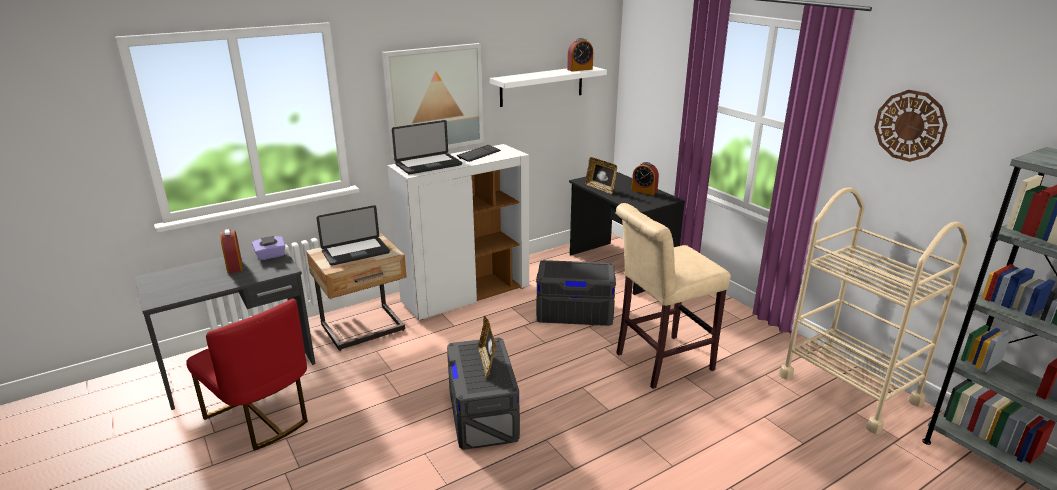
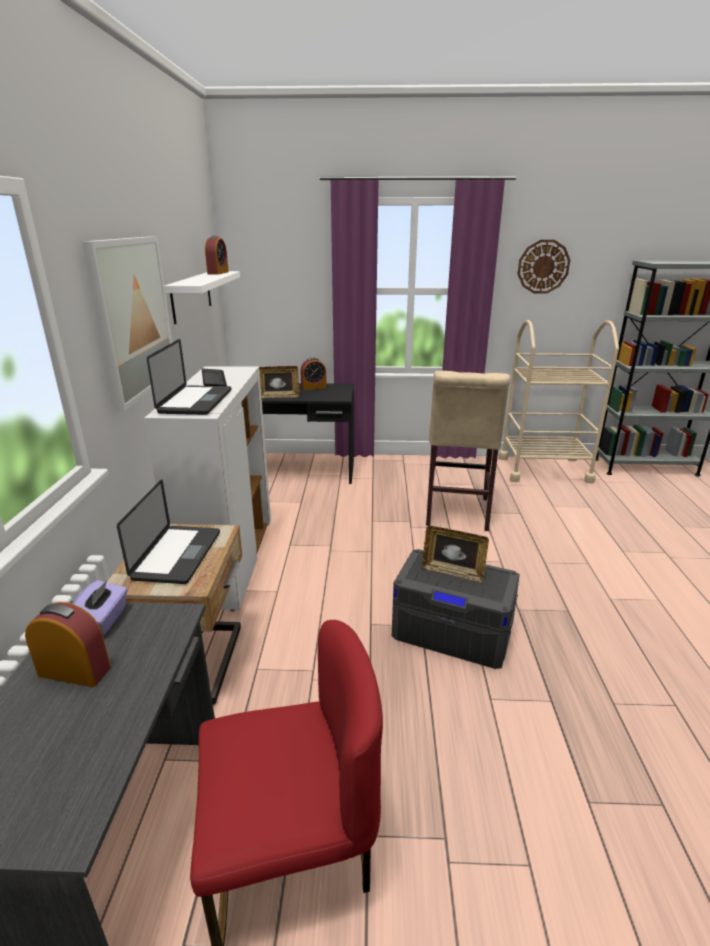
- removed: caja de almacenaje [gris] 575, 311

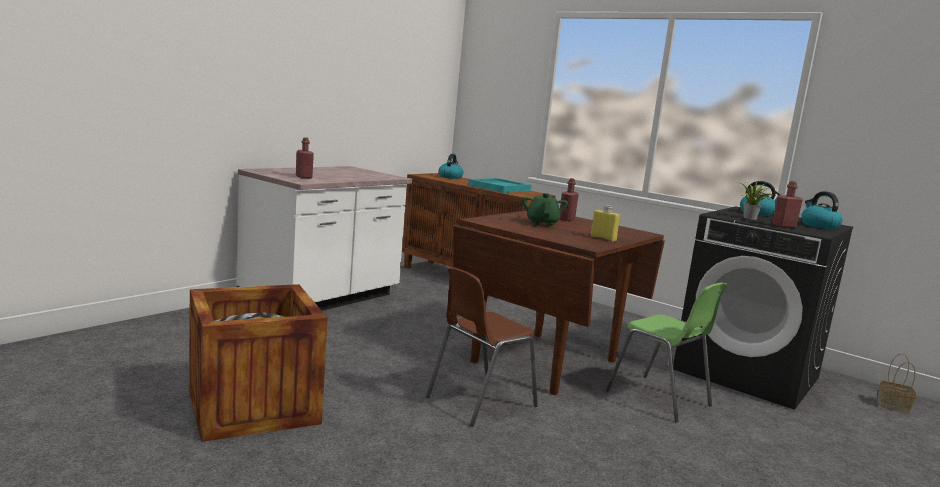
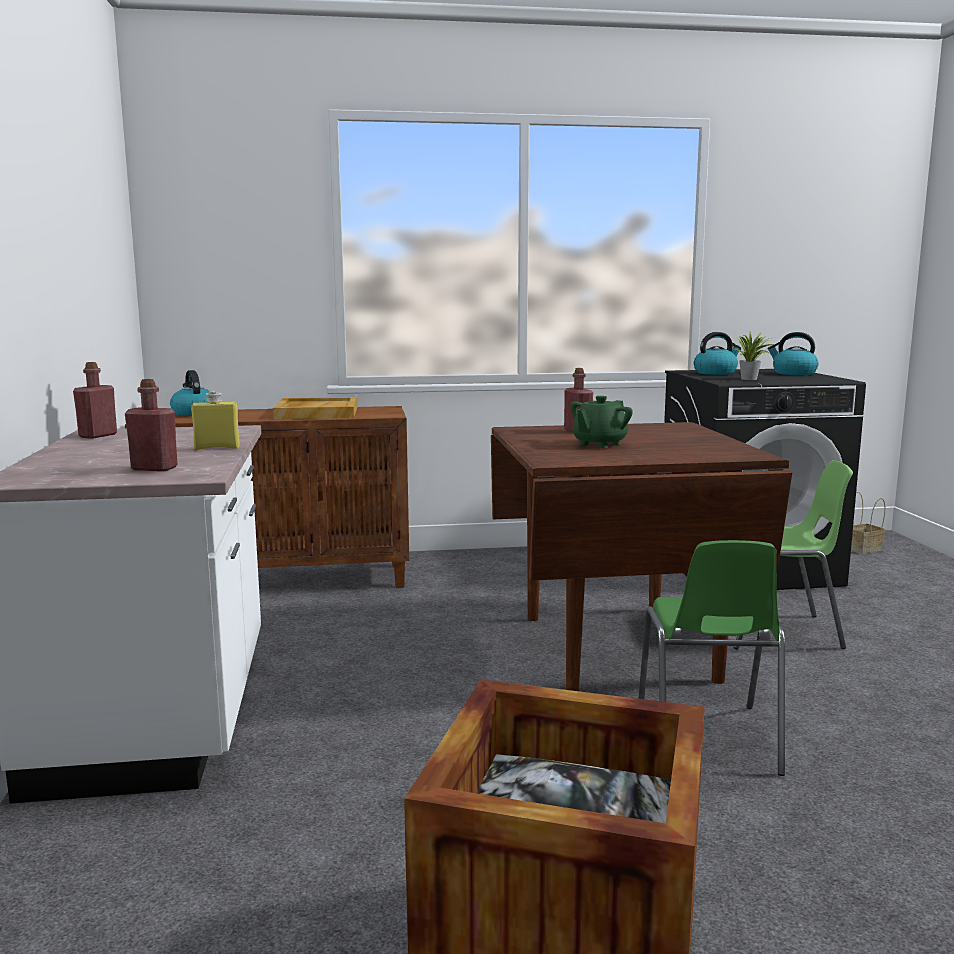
- moved: botella [rojo] 784, 226 to 98, 435
- moved: botella [amarillo] 603, 238 to 217, 448
- recoloured: bandeja [turquesa] 499, 188 to bandeja [beis] 316, 412
- turned: tetera [verde] 542, 223 = 599, 444 90 degrees counterclockwise
- recoloured: silla [marrón] 479, 401 to silla [verde] 707, 739

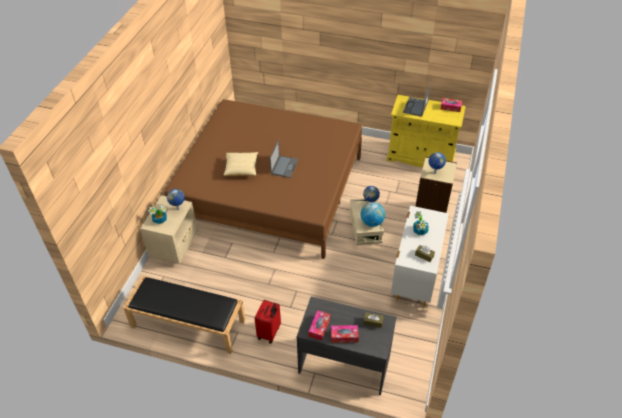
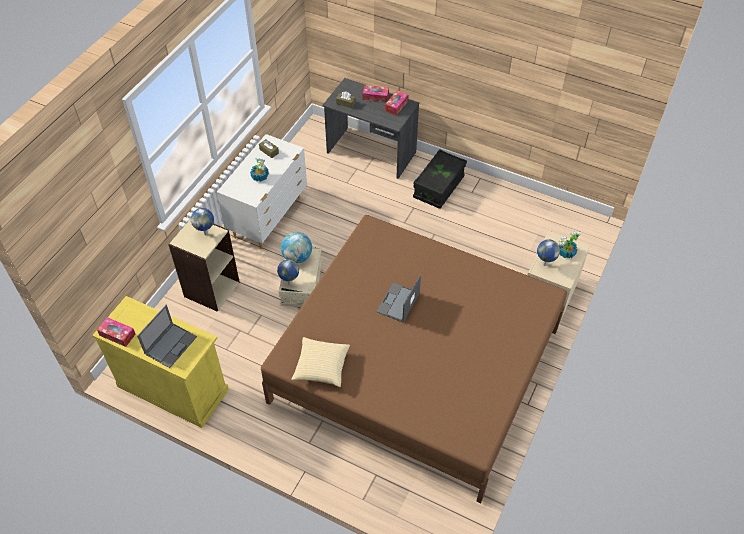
- moved: cojín 241, 169 to 321, 367
- replaced: maleta [rojo] 269, 333 to caja de almacenaje [negro] 438, 187
- removed: banco [negro] 187, 323

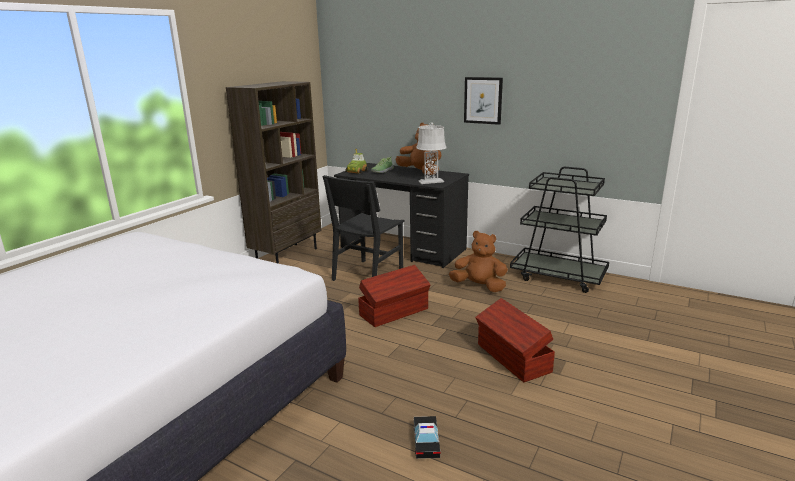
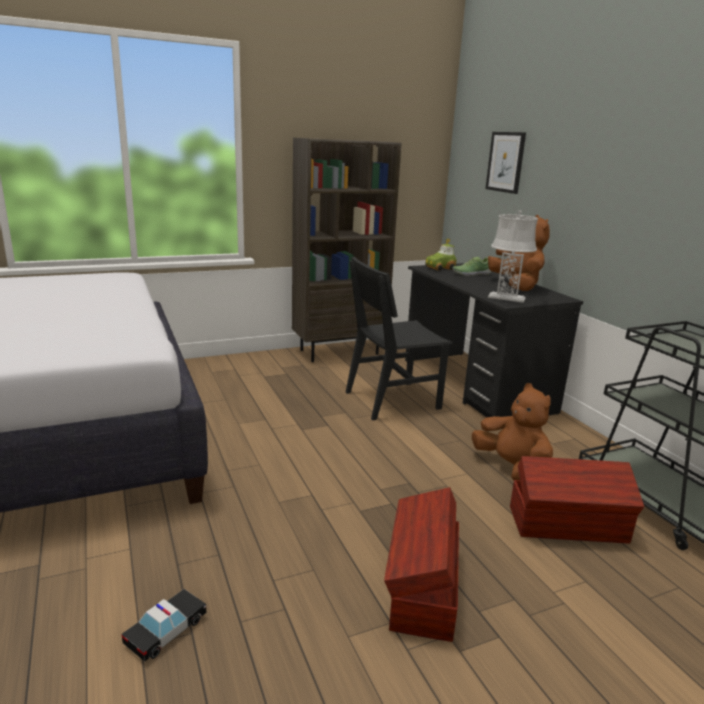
- moved: cuadro 483, 100 to 505, 162
- moved: caja de almacenaje [marrón] 395, 312 to 569, 525

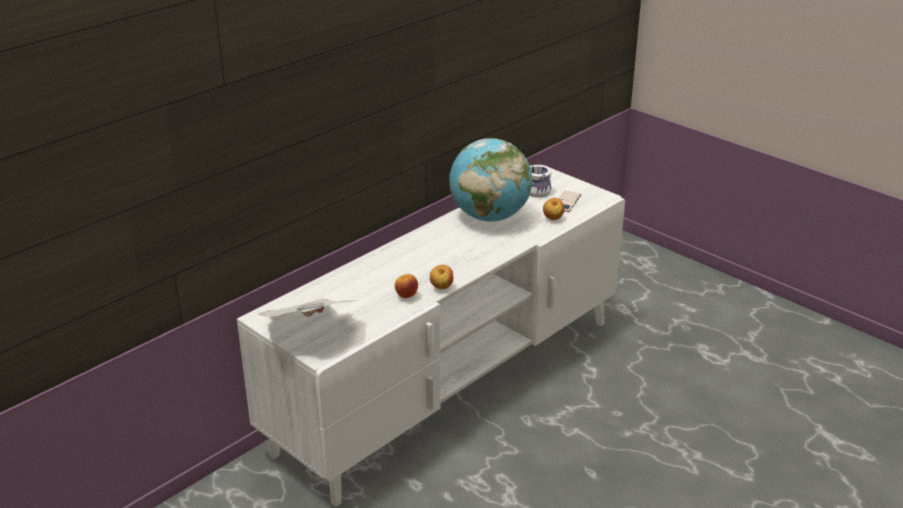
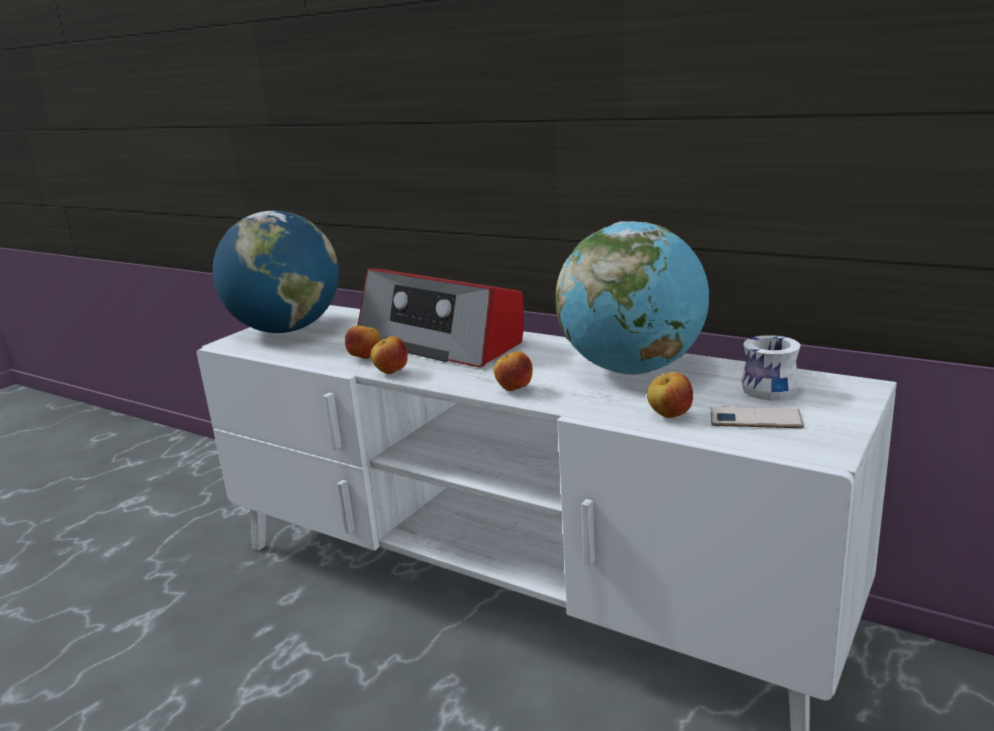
- replaced: periódico 310, 329 to globo terráqueo 286, 330
- added: radio 442, 341
- added: manzana 514, 389

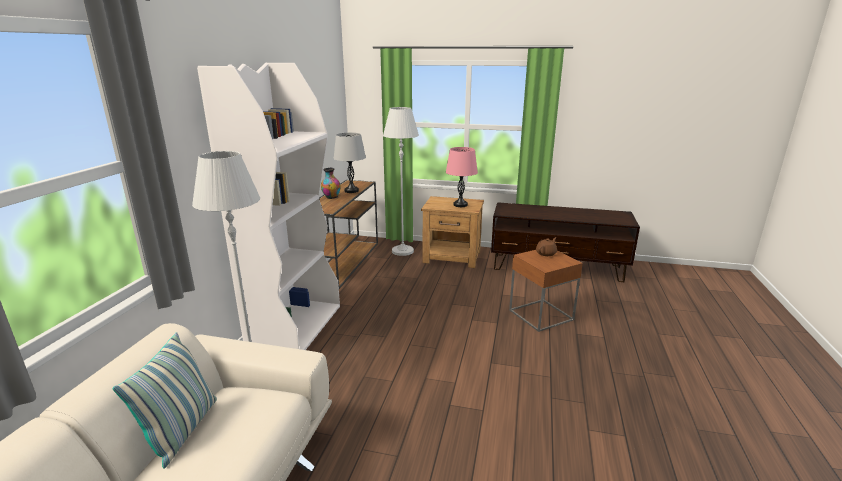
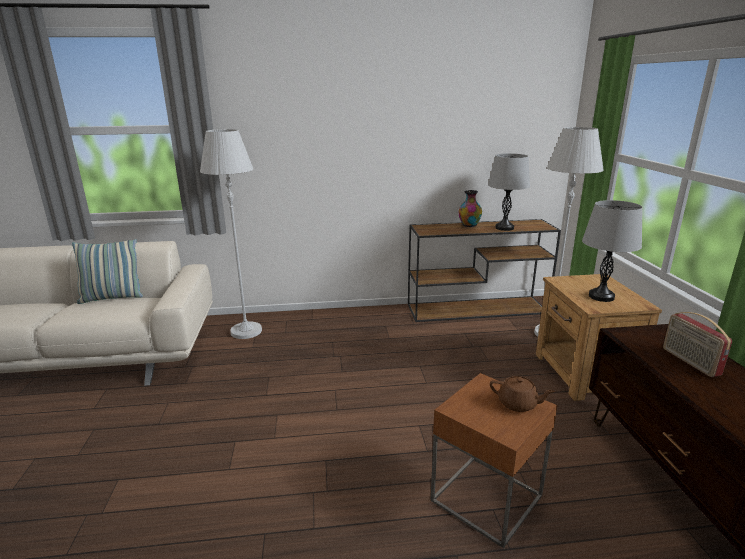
- recoloured: lámpara de mesa [rosa] 460, 205 to lámpara de mesa [gris] 601, 296
- added: radio 689, 362
- removed: estantería [blanco] 295, 326

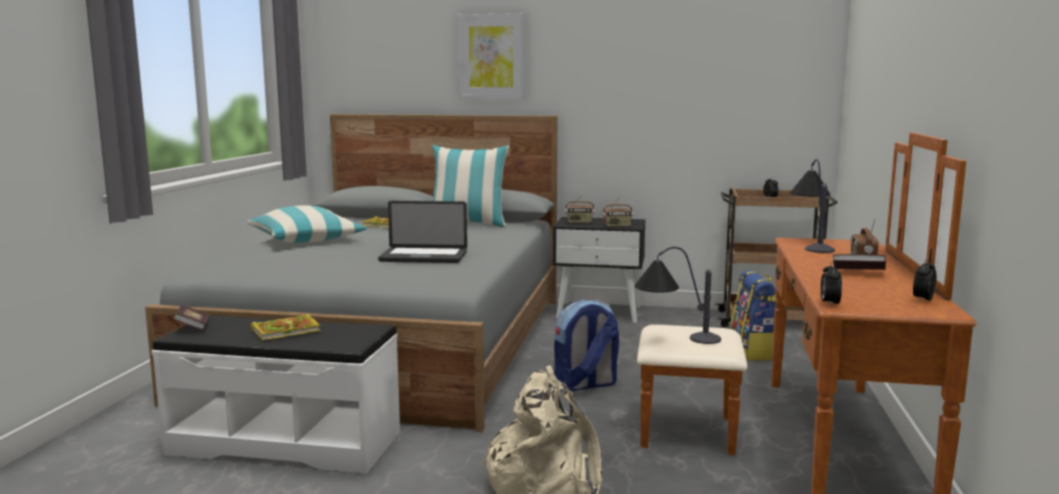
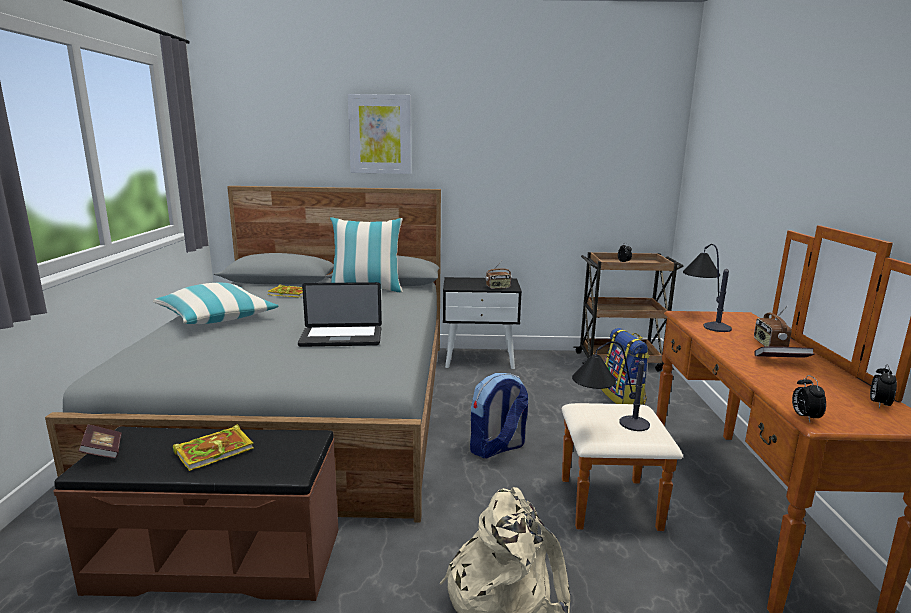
- recoloured: banco [blanco] 286, 442 to banco [marrón] 219, 559
- removed: radio 579, 222

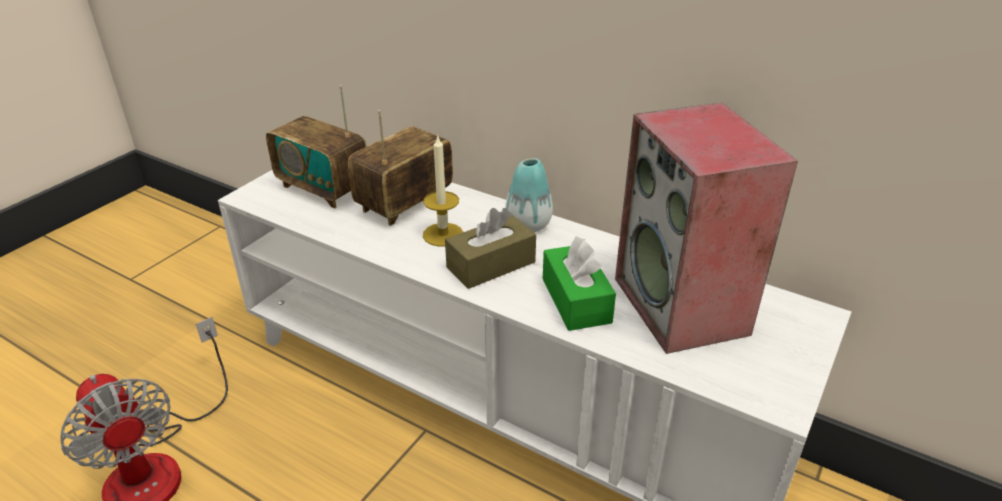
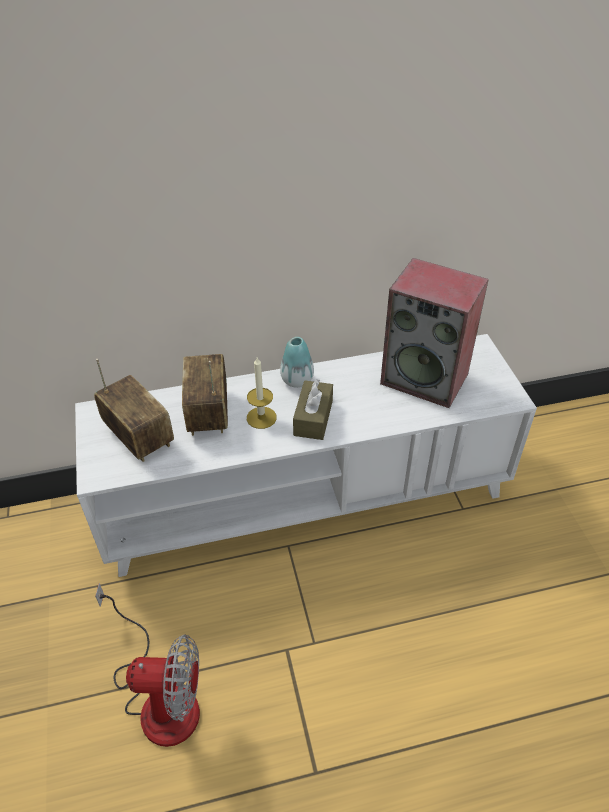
- turned: radio 323, 188 = 139, 437 120 degrees counterclockwise
- removed: caja de pañuelos [verde] 576, 300

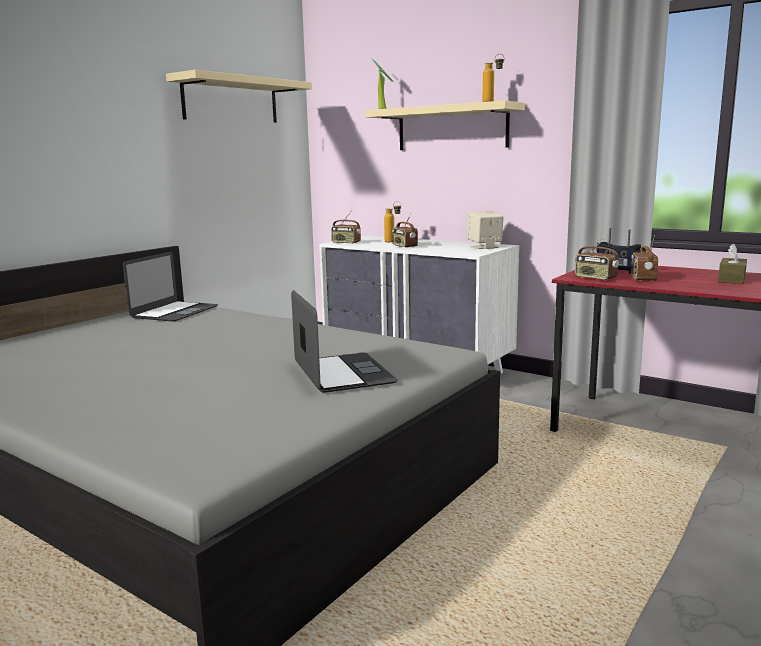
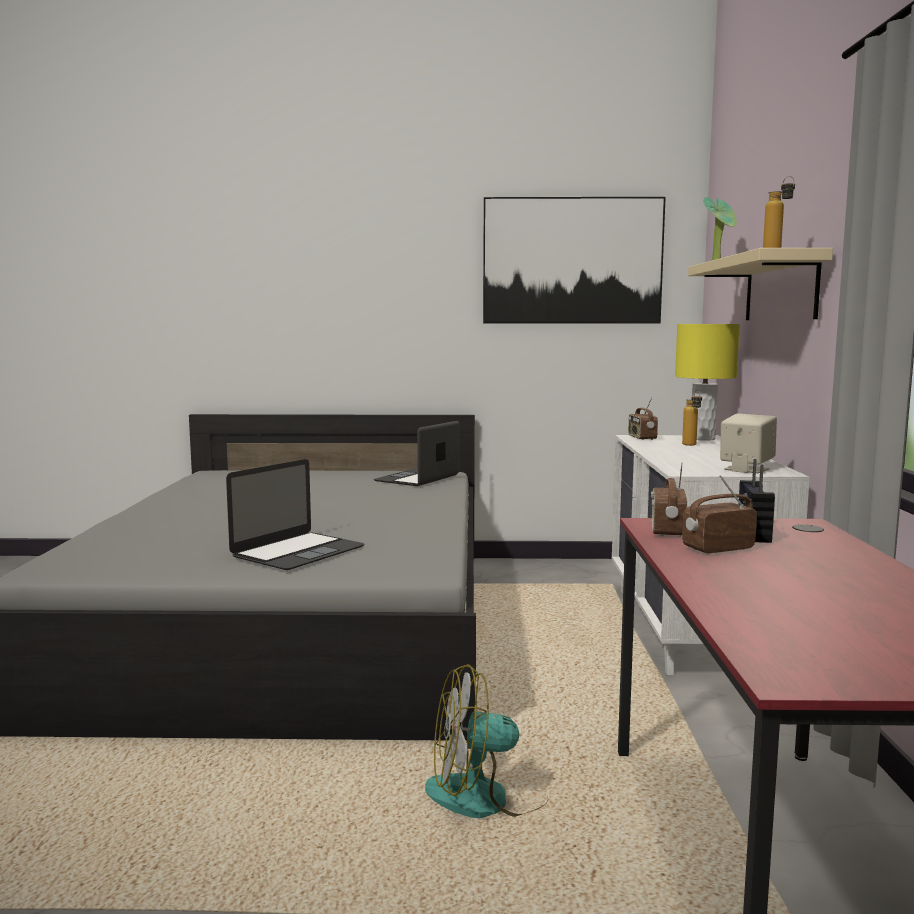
- turned: portátil 174, 312 = 417, 478 135 degrees clockwise
- added: ventilador 486, 797
- replaced: estante [beis] 231, 100 to cuadro 572, 261
- added: lámpara de mesa [amarillo] 702, 438
- removed: radio 404, 246
- removed: caja de pañuelos [marrón] 731, 279

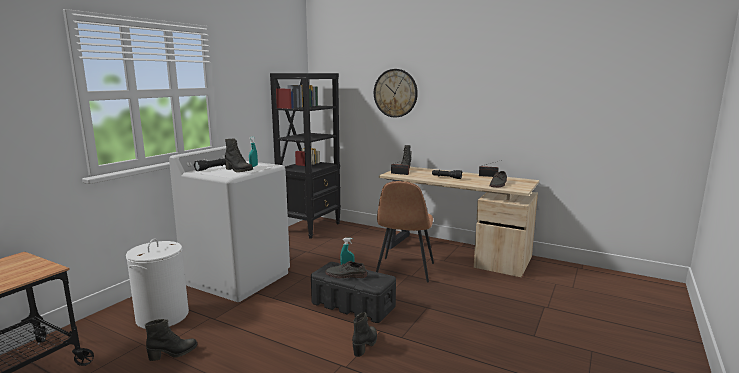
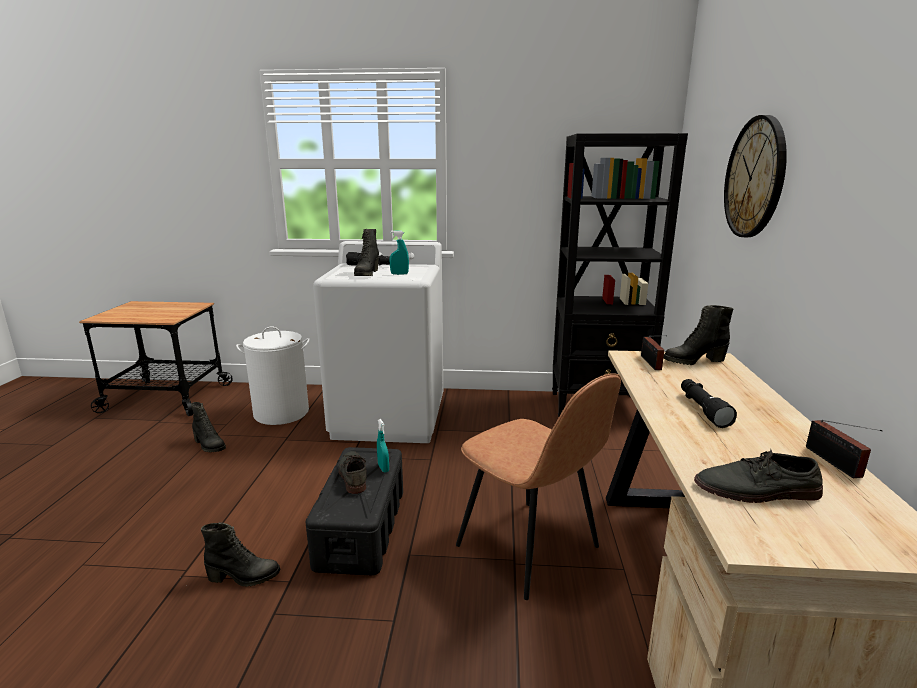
- turned: silla [marrón] 404, 270 = 530, 548 120 degrees counterclockwise

